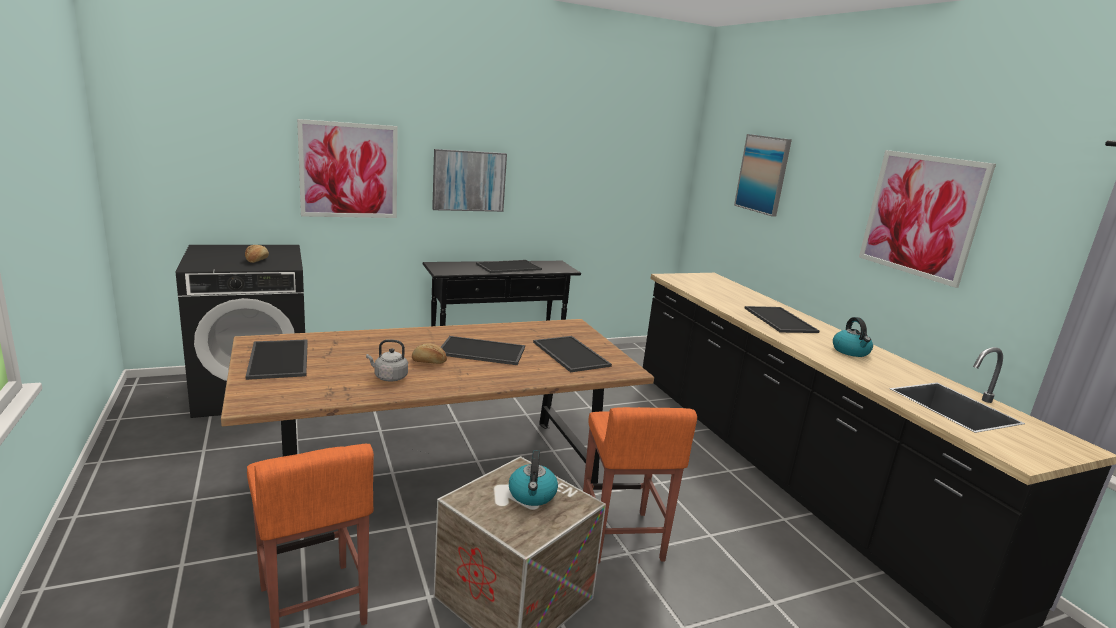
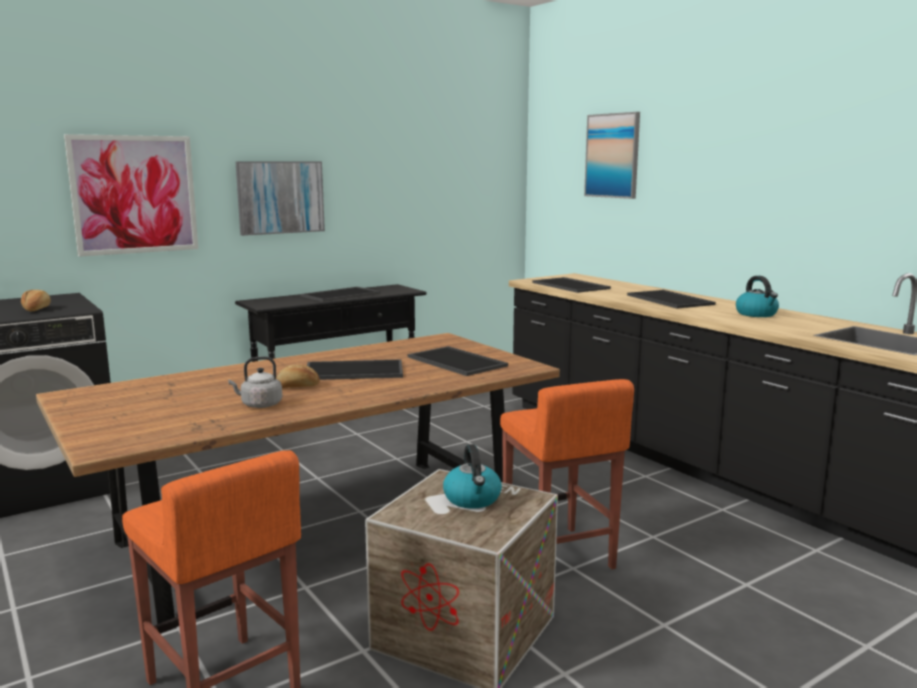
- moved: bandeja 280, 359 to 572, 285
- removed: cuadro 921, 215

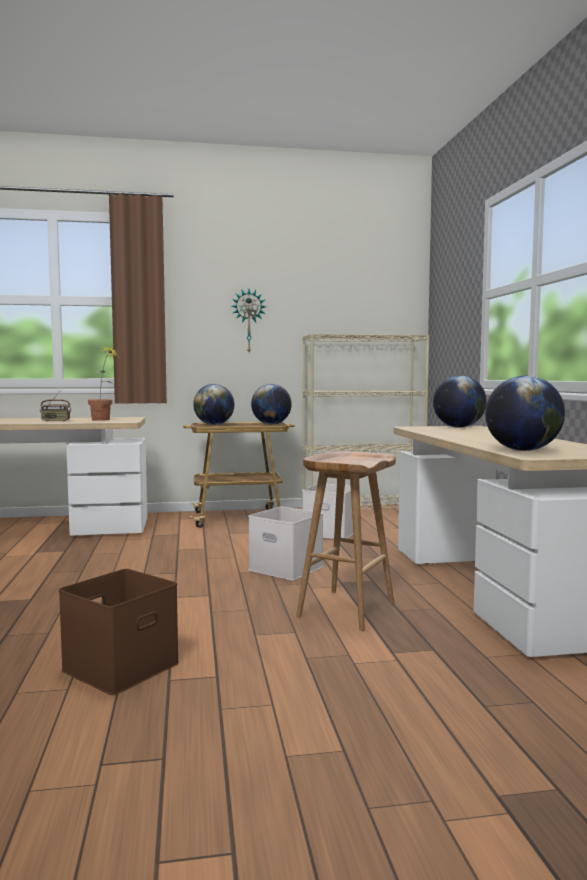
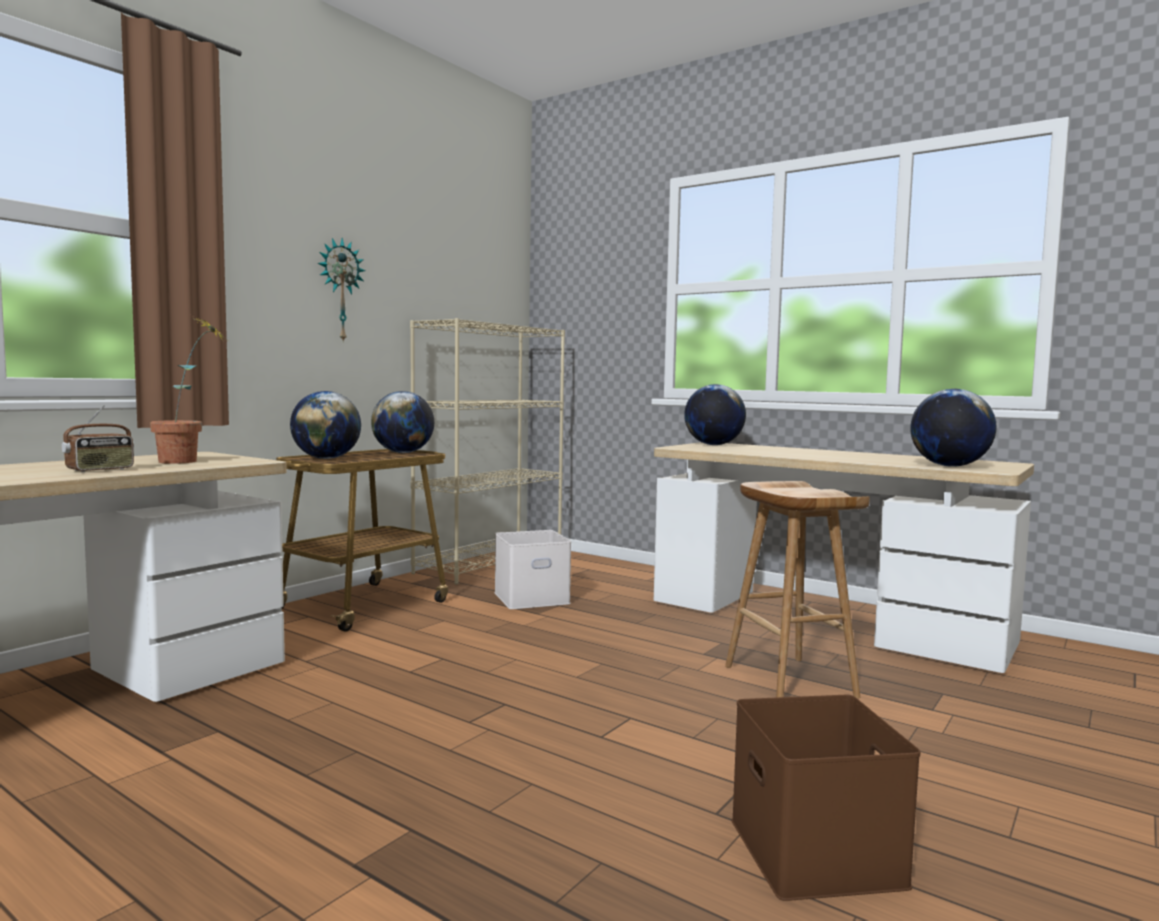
- removed: caja de almacenaje [blanco] 288, 568

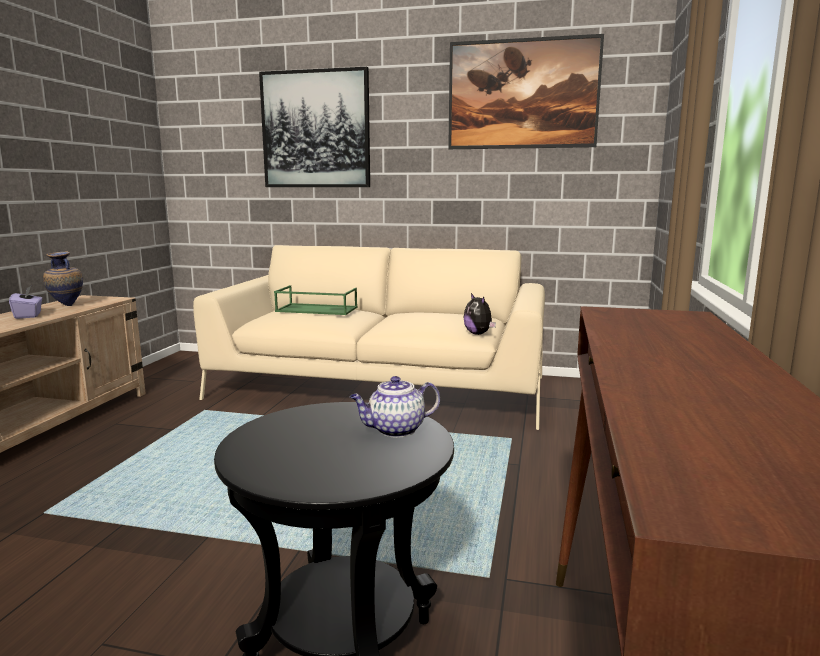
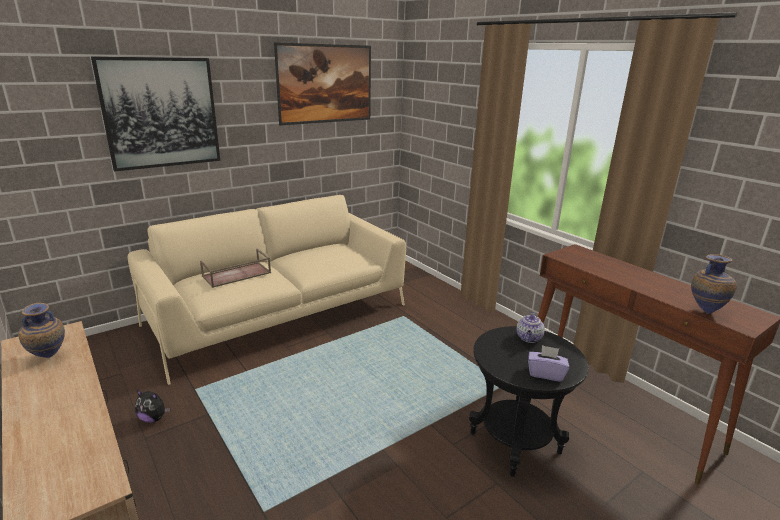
- moved: peluche 479, 334 to 154, 418
- recoloured: bandeja [verde] 315, 309 to bandeja [marrón] 236, 275
- moved: caja de pañuelos [morado] 28, 315 to 545, 373
- added: florero 704, 311

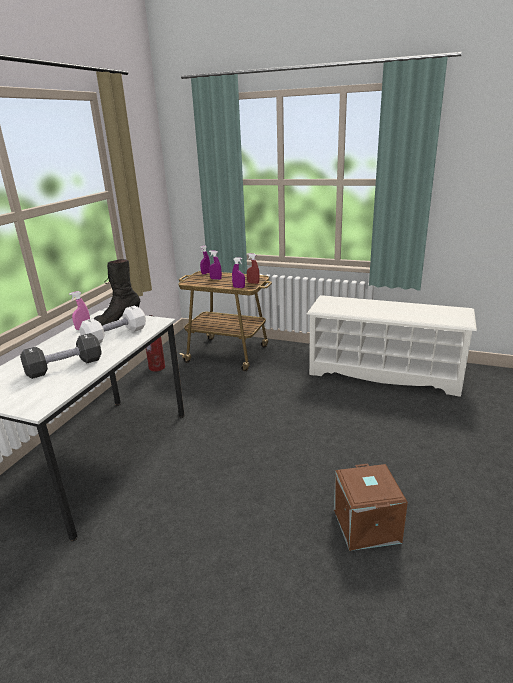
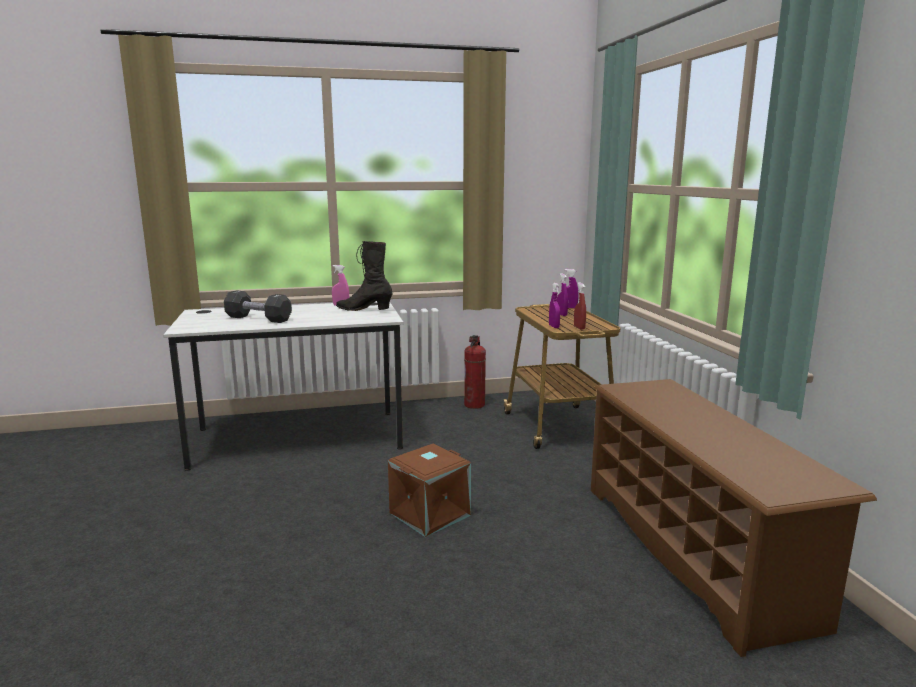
- moved: caja de almacenaje [marrón] 365, 525 to 429, 513
- recoloured: zapatero [blanco] 384, 373 to zapatero [marrón] 693, 550
- removed: mancuerna [blanco] 115, 336

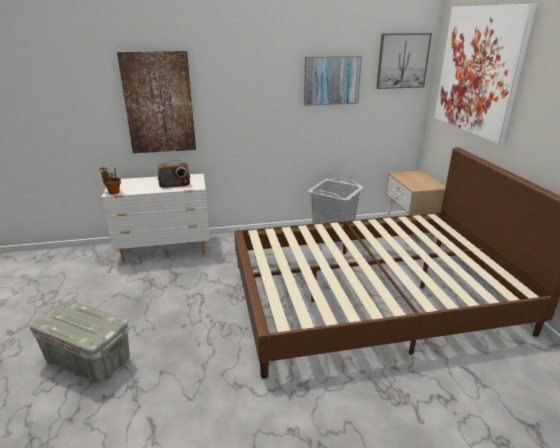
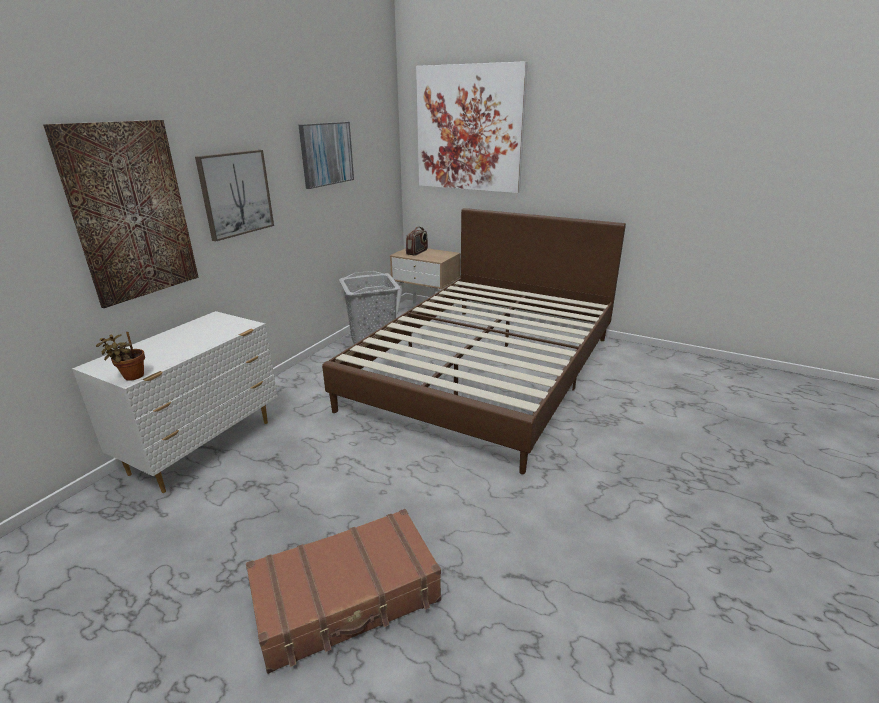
- moved: cuadro 402, 61 to 236, 194
- replaced: caja de almacenaje [gris] 89, 360 to maleta [marrón] 347, 598
- moved: radio 175, 185 to 417, 252

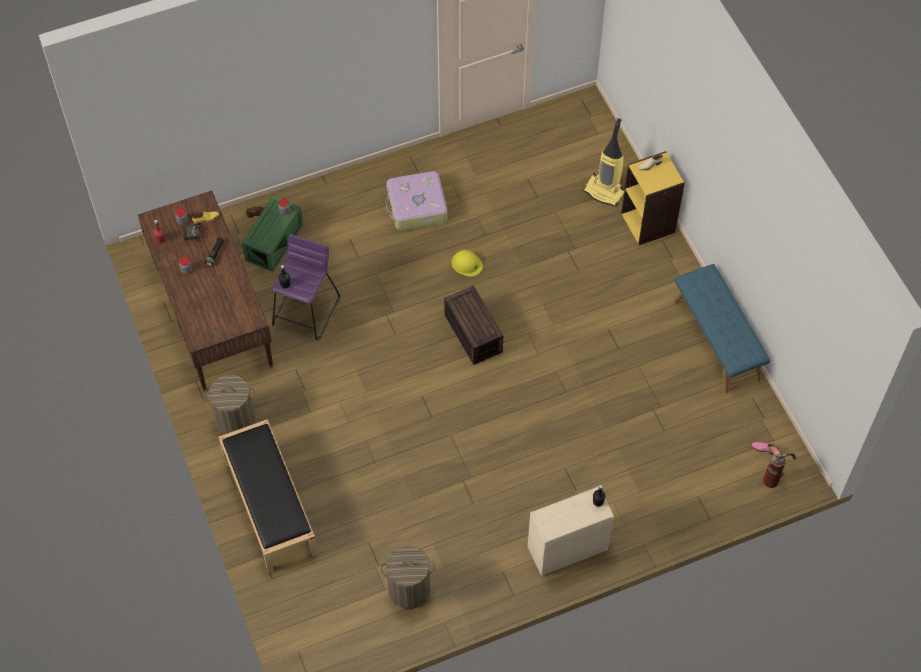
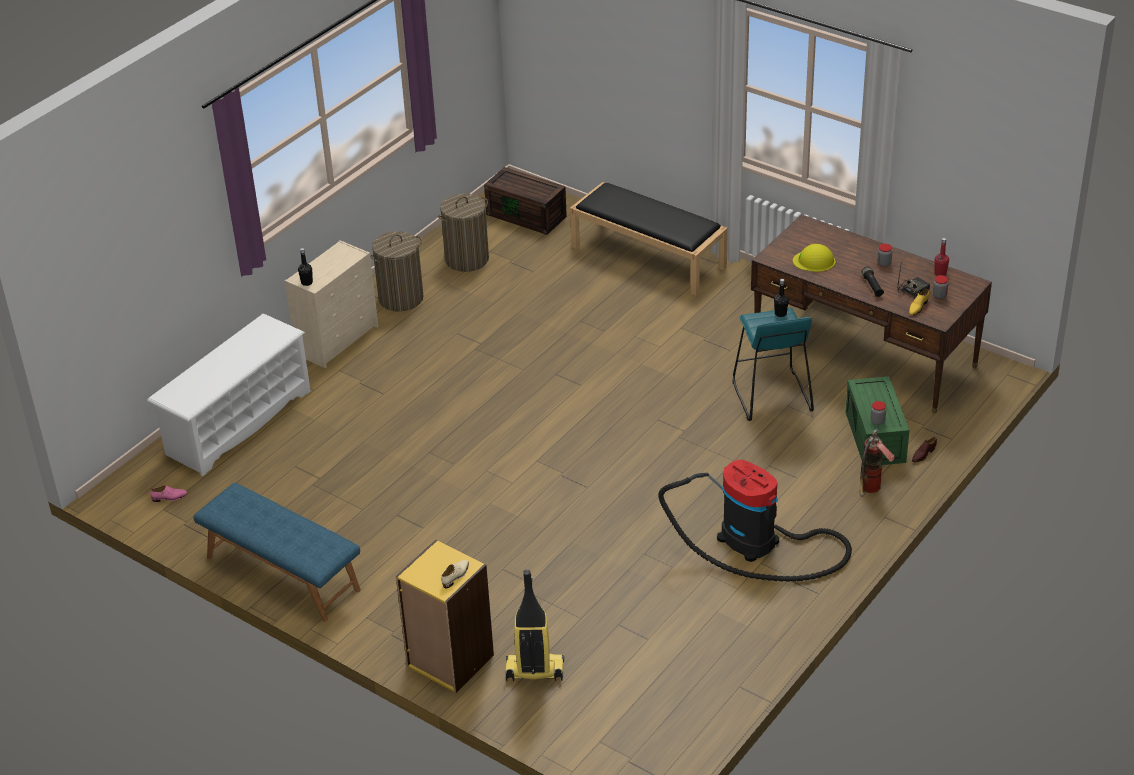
- added: zapatero [blanco] 238, 422
- moved: cesto de la ropa 235, 420 to 401, 298
- moved: caja de almacenaje [marrón] 471, 333 to 527, 215
- replaced: maleta 416, 207 to aspiradora 754, 543
- recoloured: taburete [morado] 306, 312 to taburete [turquesa] 771, 396
- moved: casco [amarillo] 466, 263 to 814, 261
- moved: extintor 774, 476 to 870, 492

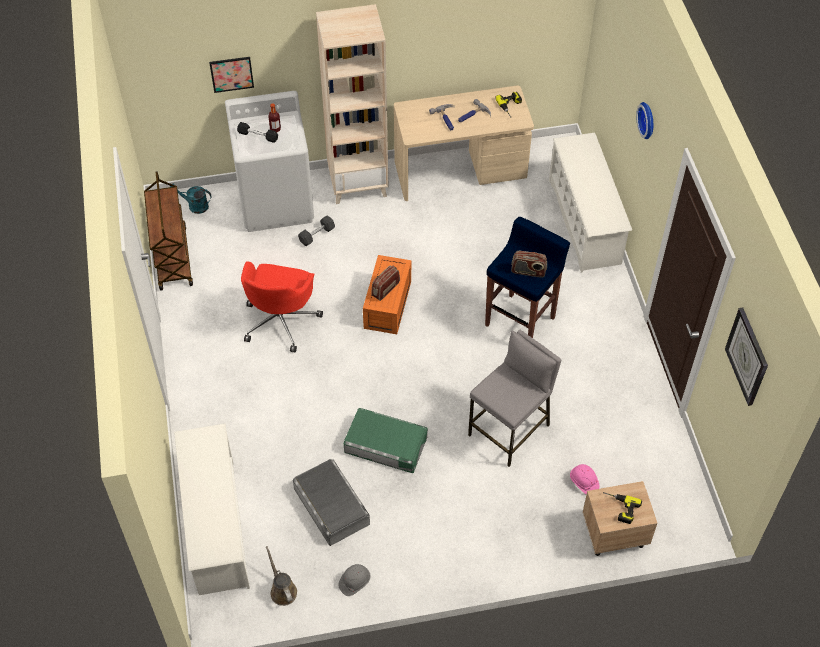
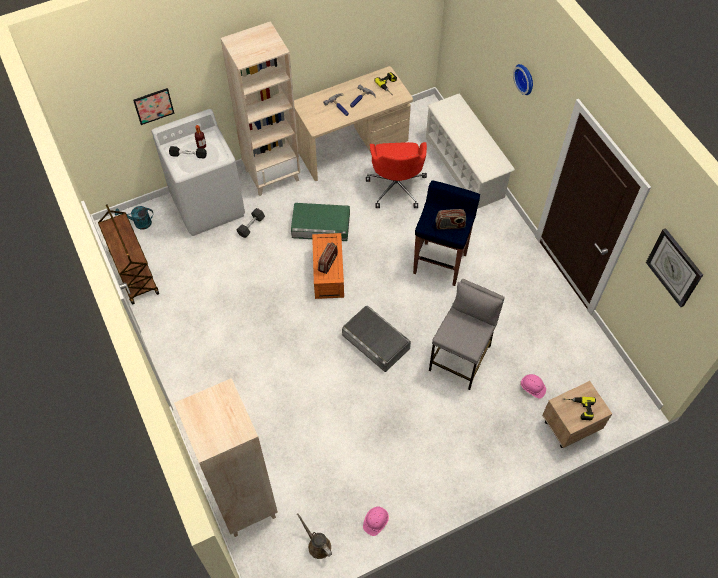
- replaced: zapatero [blanco] 216, 526 to estantería [beis] 244, 503
- moved: caja de almacenaje [verde] 385, 444 to 320, 225
- moved: caja de almacenaje [gris] 331, 506 to 375, 341
- recoloured: casco [gris] 354, 582 to casco [rosa] 375, 522
- moved: silla de oficina [rojo] 281, 320 to 396, 186

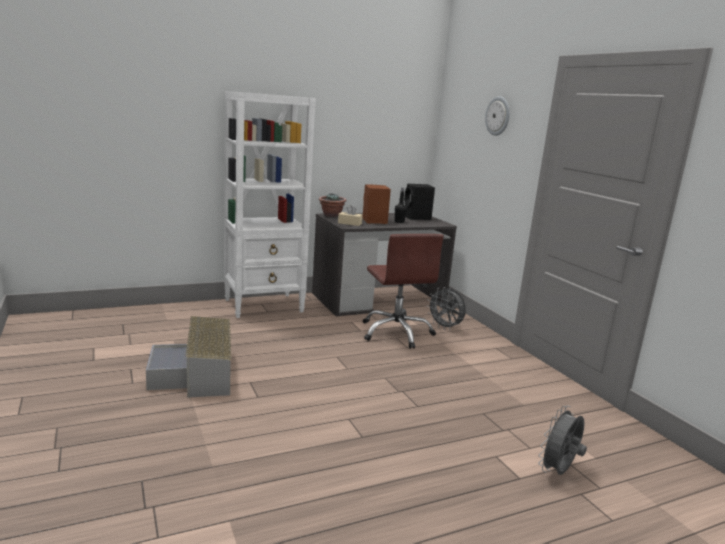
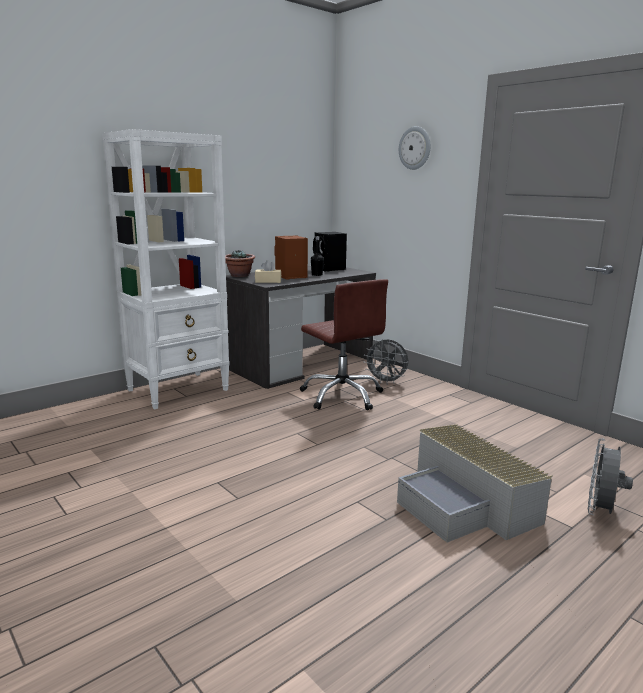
- moved: caja de almacenaje [gris] 197, 374 to 466, 504

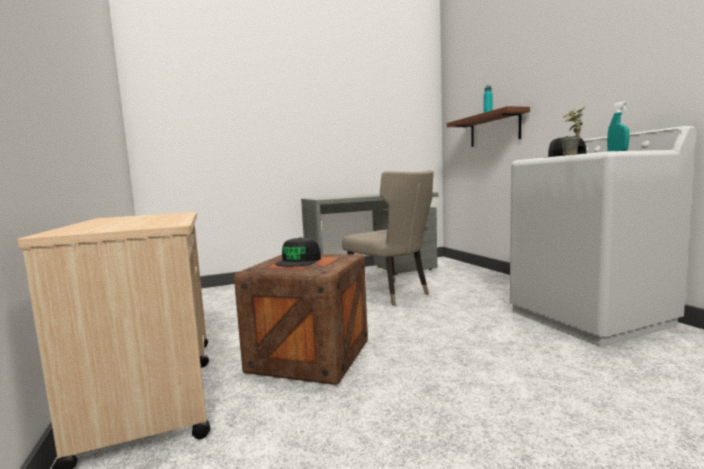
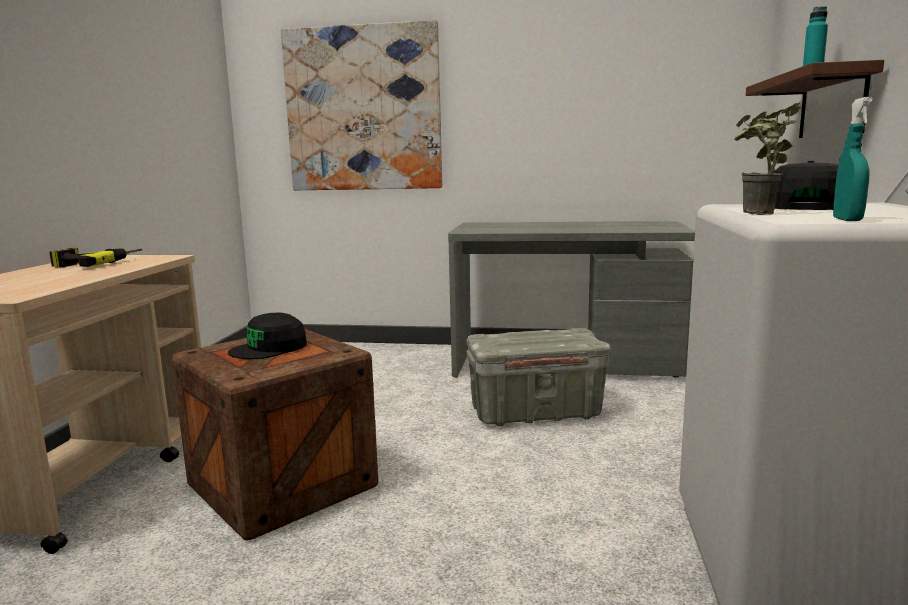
- added: taladro 98, 262
- added: cuadro 363, 109
- replaced: silla [beis] 392, 294 to caja de almacenaje [gris] 535, 413

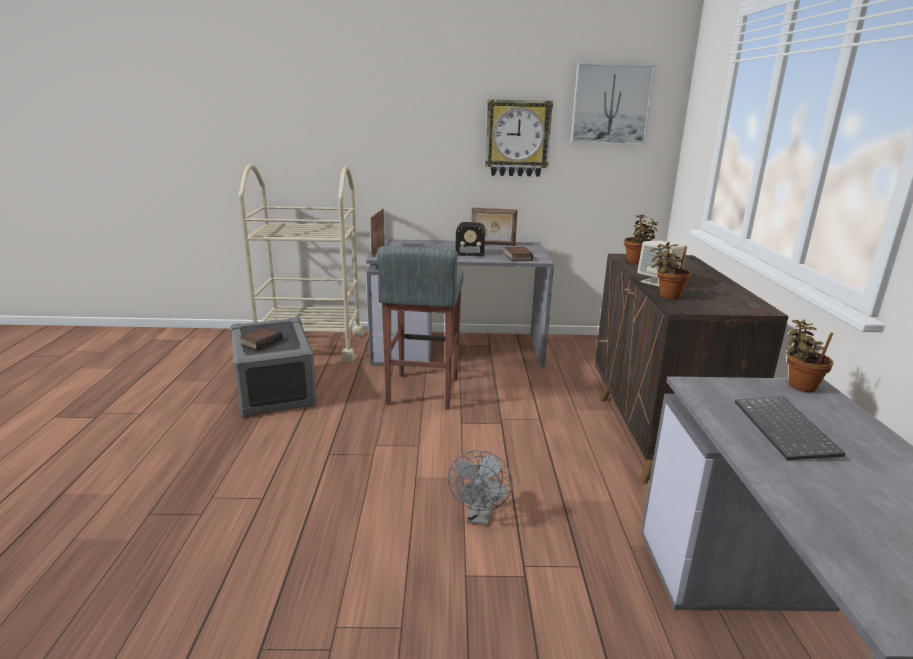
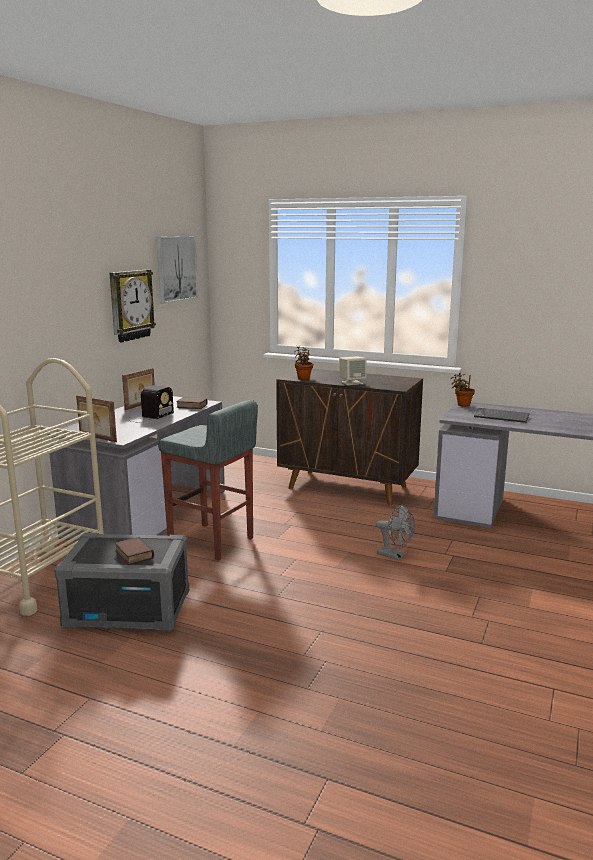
- removed: planta en maceta 667, 296

